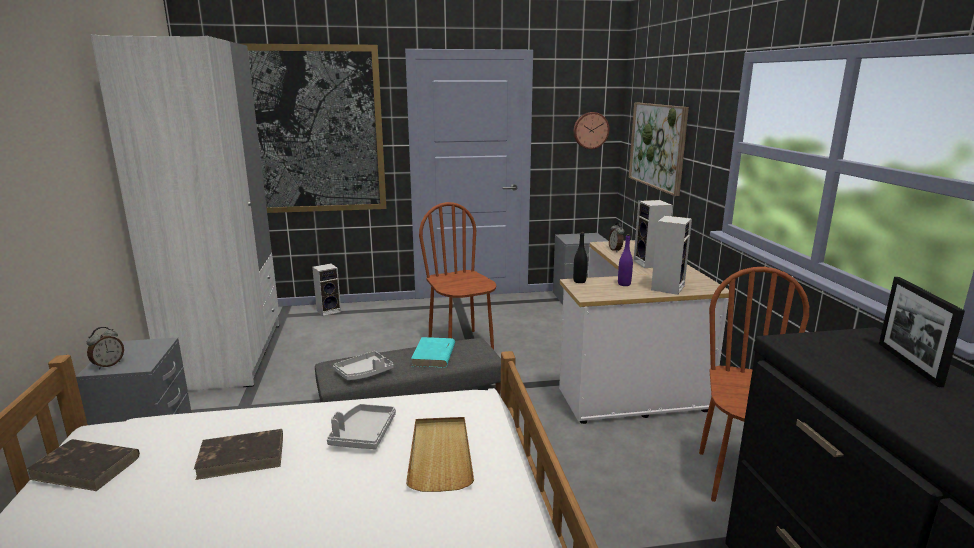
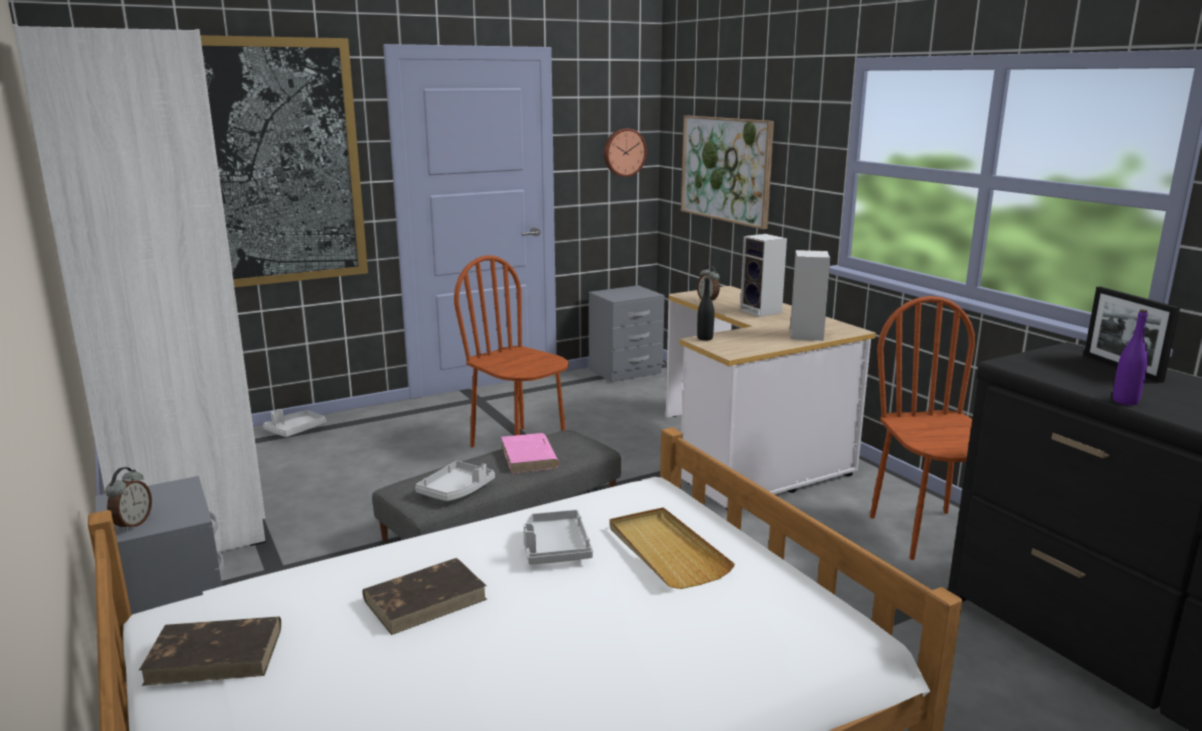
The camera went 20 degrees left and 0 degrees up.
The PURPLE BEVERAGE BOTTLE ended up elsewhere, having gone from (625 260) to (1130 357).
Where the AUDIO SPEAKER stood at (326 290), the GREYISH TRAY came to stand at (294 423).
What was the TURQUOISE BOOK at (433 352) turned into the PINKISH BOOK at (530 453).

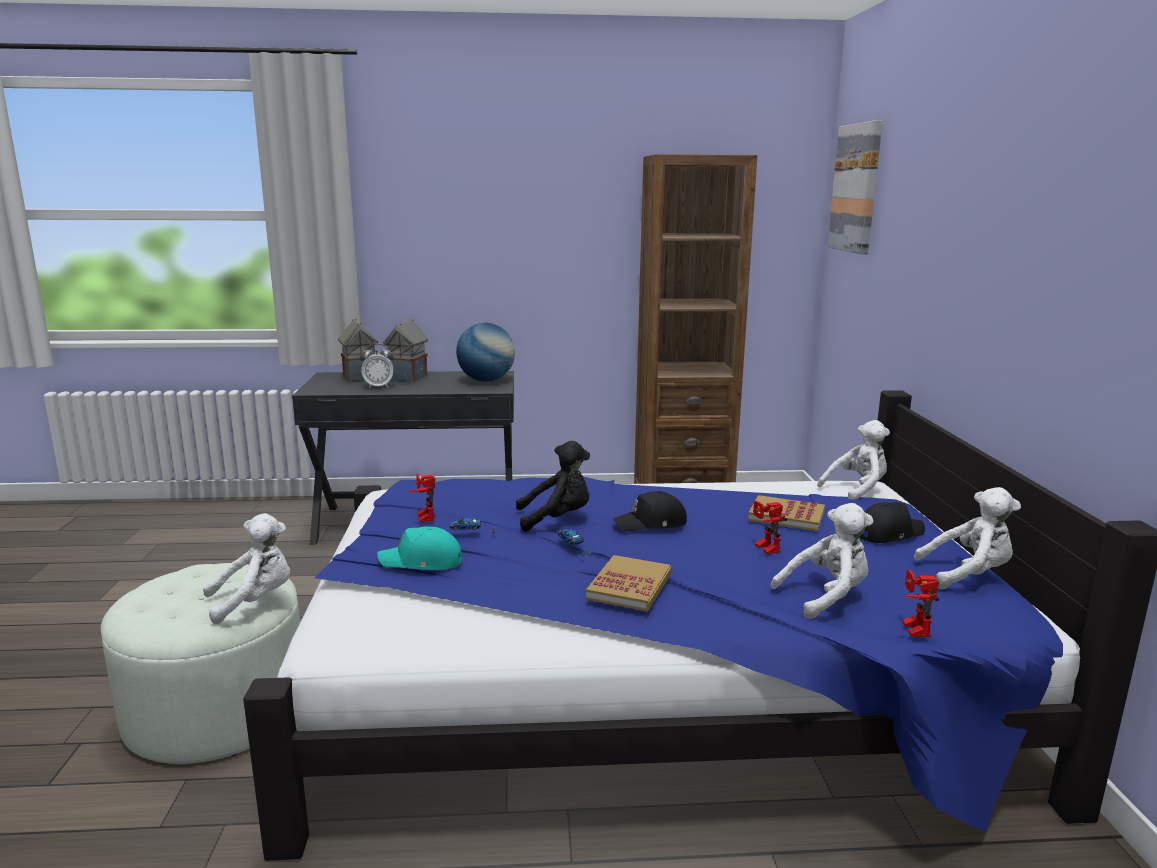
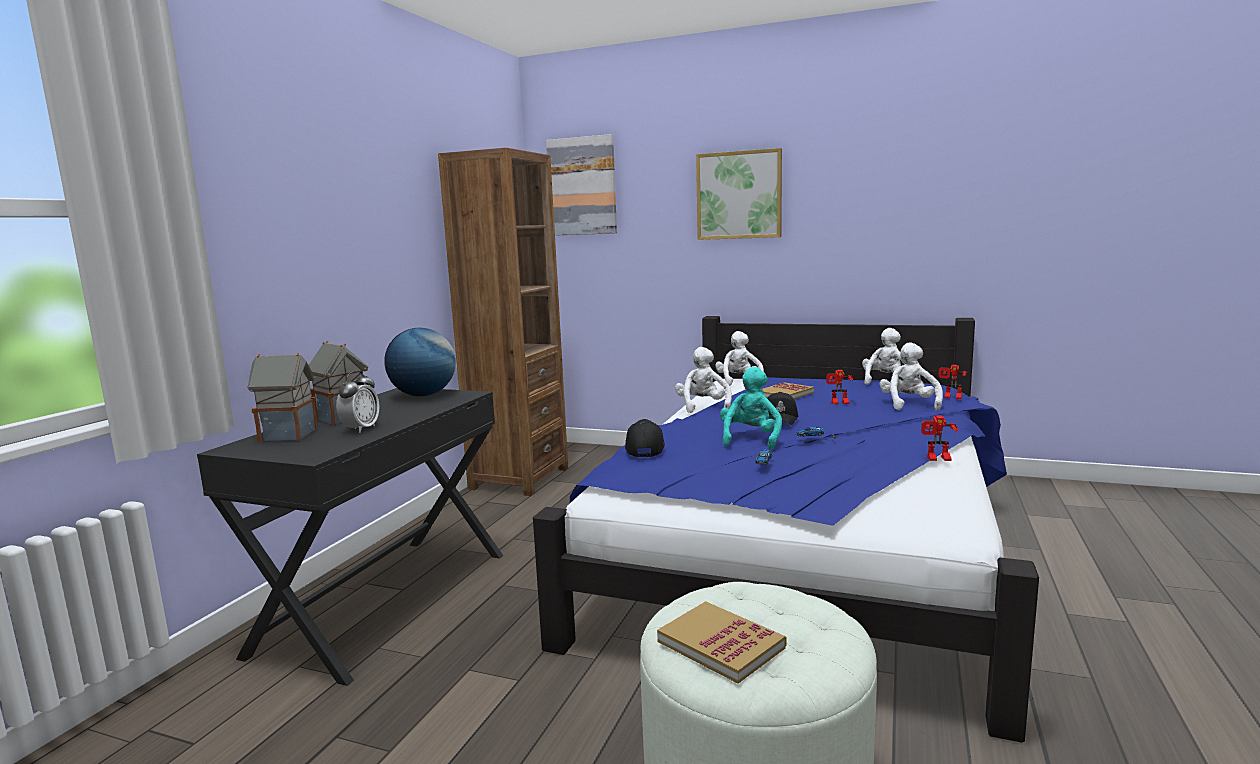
The camera went 65 degrees left and 5 degrees down.
The second view lost the TURQUOISE CAP at (420 548).
The second view gained the PICTURE at (739 194).
The WHITISH PLUSH TOY ended up elsewhere, having gone from (246 569) to (703 380).
The MODEL ROBOT ended up elsewhere, having gone from (422 497) to (939 438).
The BOOK ended up elsewhere, having gone from (629 583) to (721 642).
The BLACK CAP ended up elsewhere, having gone from (892 522) to (645 438).
What was the BLACK PLUSH TOY at (553 486) turned into the TURQUOISE PLUSH TOY at (751 408).

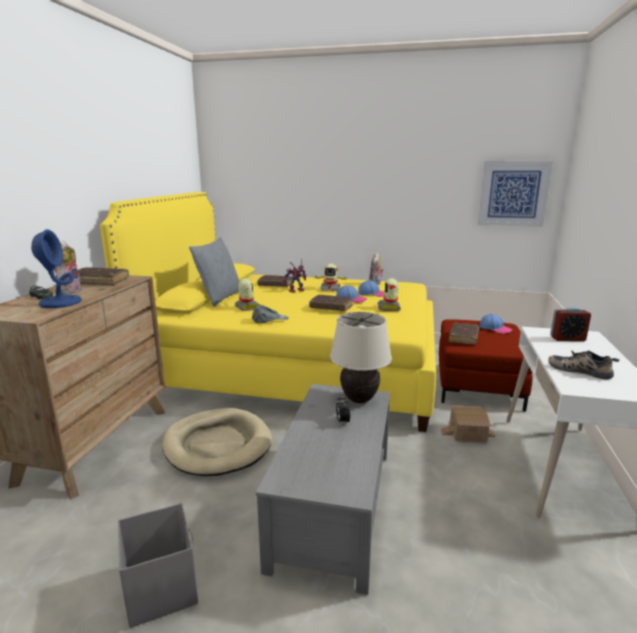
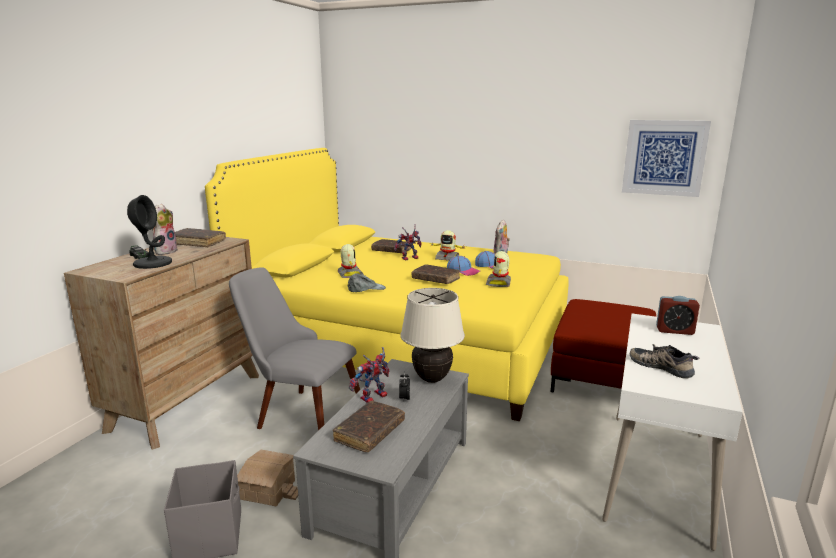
The camera went 10 degrees right and 0 degrees up.
The second view lost the GREYISH PILLOW at (214 272).
The second view lost the CAP at (496 324).
The second view gained the MODEL ROBOT at (369 375).
The MINIATURE HOUSE ended up elsewhere, having gone from (468 423) to (267 478).
The BROWNISH BOOK ended up elsewhere, having gone from (464 333) to (369 426).
Where the BEIGE PET BED stood at (217 442), the GREYISH PLAIN CHAIR came to stand at (294 349).
What was the BLUE-COLOURED TABLE LAMP at (56 268) turned into the BLACK TABLE LAMP at (149 232).

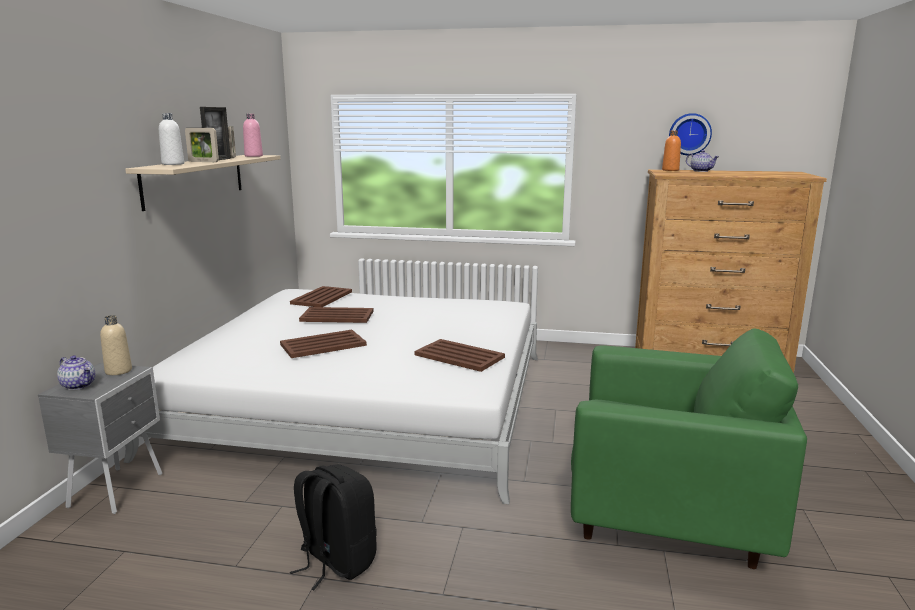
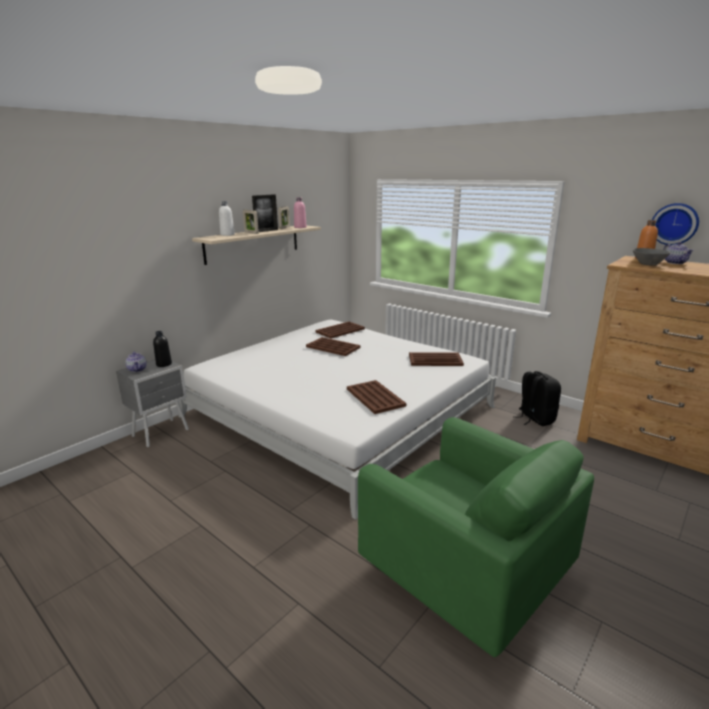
The camera went 30 degrees right and 5 degrees up.
The second view gained the GREYISH BOWL at (651 257).
The BROWNISH TRAY ended up elsewhere, having gone from (323 344) to (436 359).
The BLACK KNAPSACK ended up elsewhere, having gone from (333 527) to (537 398).
What was the BEIGE BEVERAGE BOTTLE at (116 345) turned into the BLACK BEVERAGE BOTTLE at (162 349).

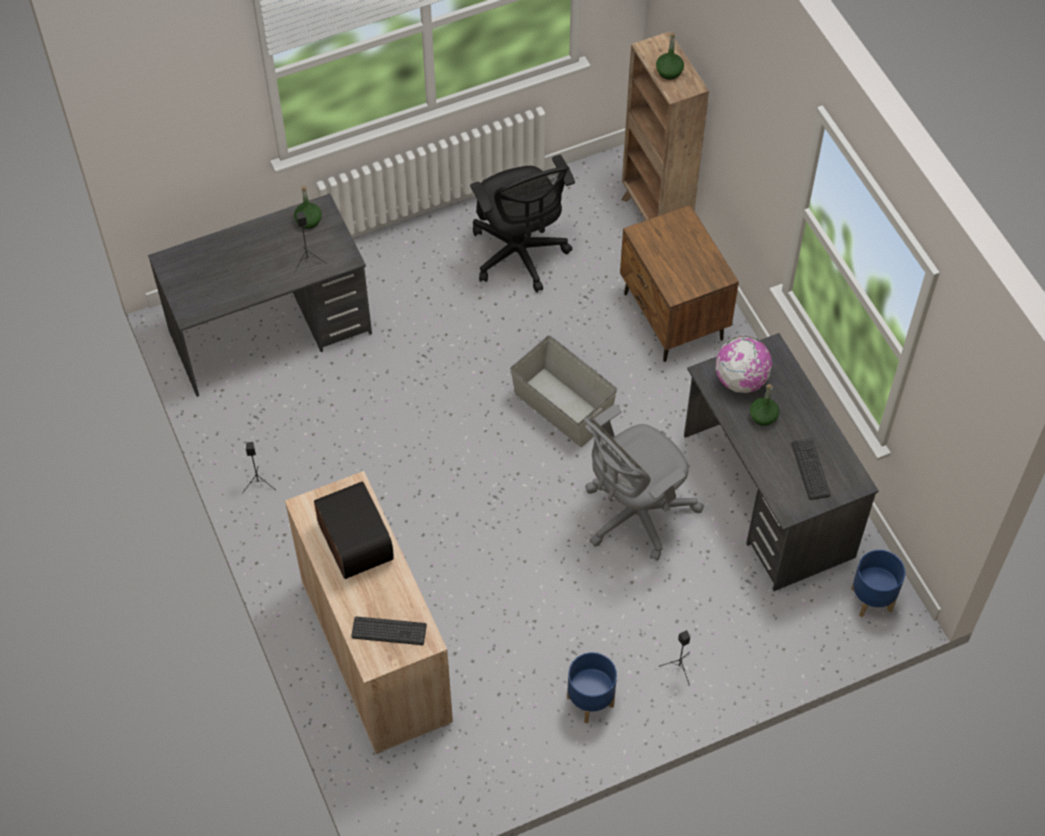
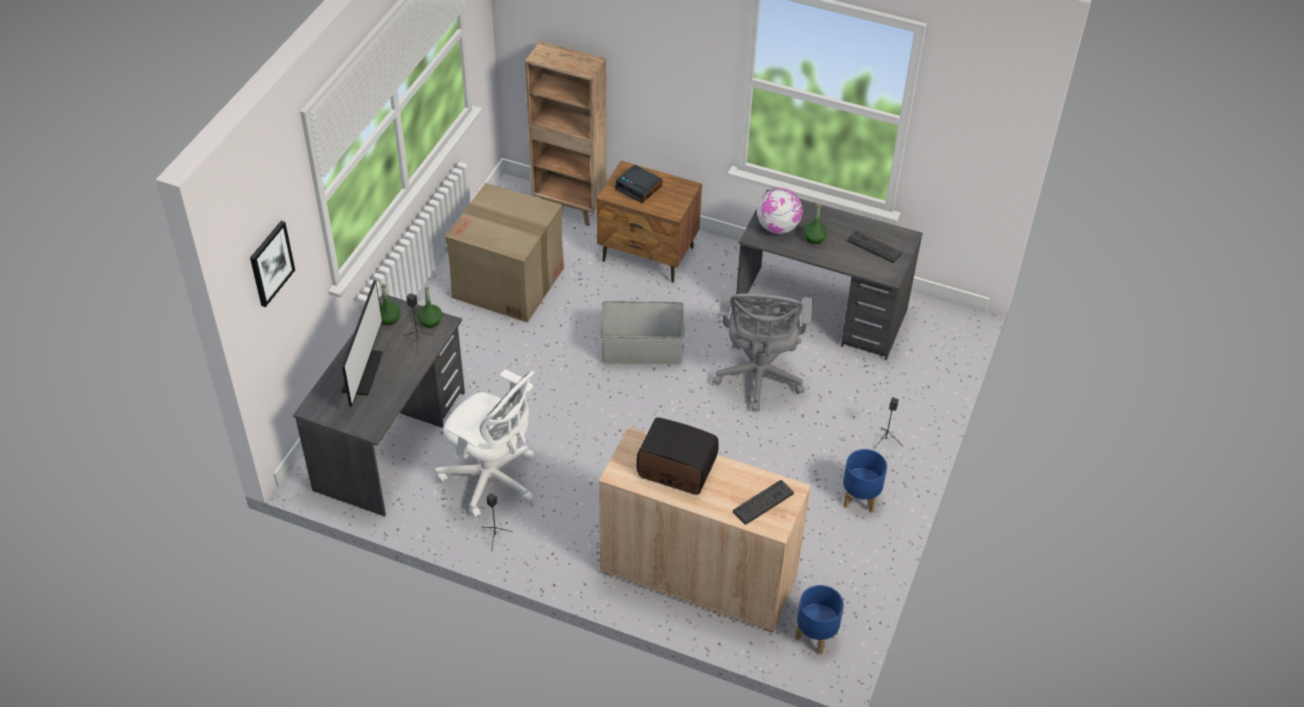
The camera went 45 degrees left and 10 degrees down.
The second view gained the PICTURE at (272 264).
The second view gained the COMPUTER DISPLAY at (362 343).
The second view gained the WHITISH DESK CHAIR at (485 443).
The second view gained the BEDSIDE CLOCK at (638 184).
The GREEN-COLOURED BEVERAGE BOTTLE ended up elsewhere, having gone from (670 56) to (429 307).
The BLUE-COLOURED PLANTER ended up elsewhere, having gone from (878 583) to (819 619).
Where the BLACK DESK CHAIR stood at (522 223), the PACKING BOX came to stand at (504 253).

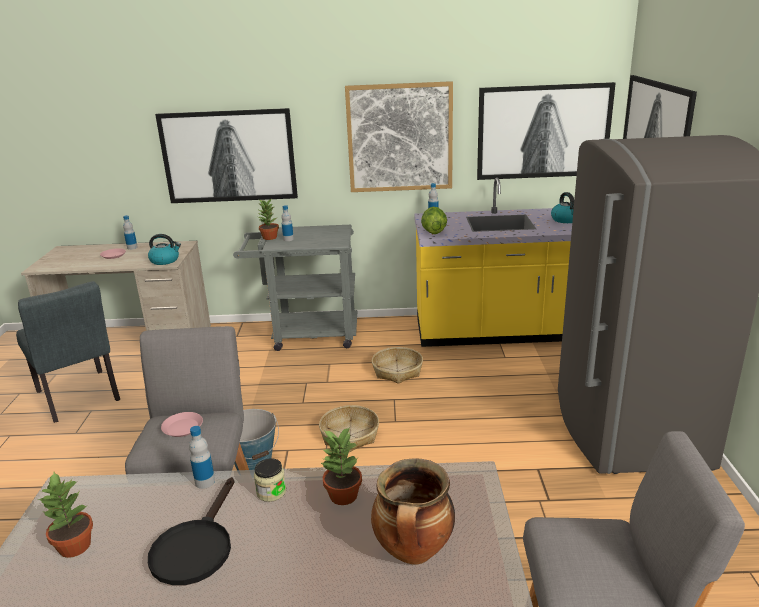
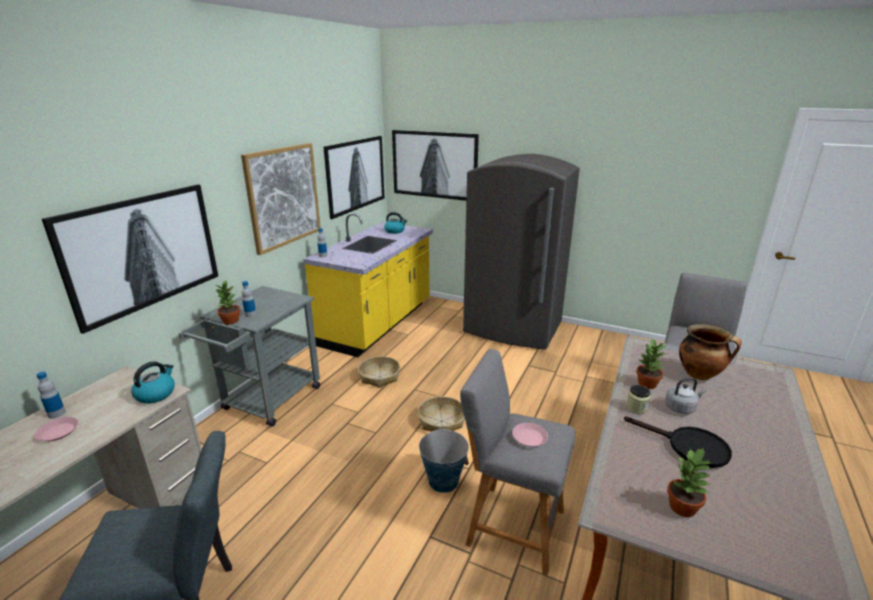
The camera went 65 degrees left and 0 degrees up.
The second view lost the BEVERAGE BOTTLE at (202 457).
The second view lost the LETTUCE HEAD at (434 220).
The second view gained the GREYISH KETTLE at (685 396).

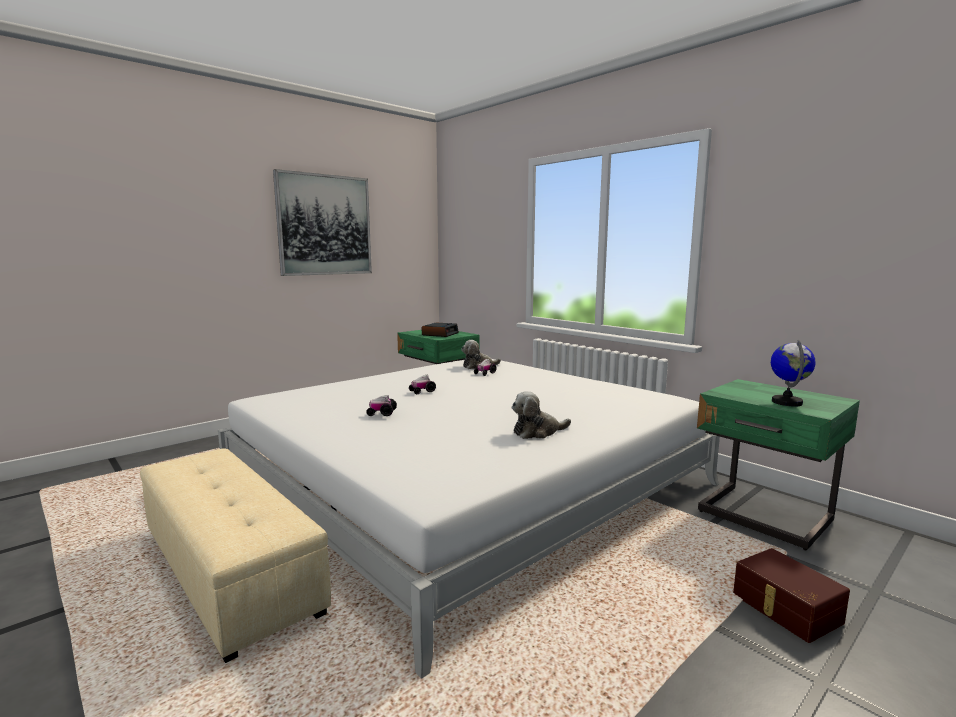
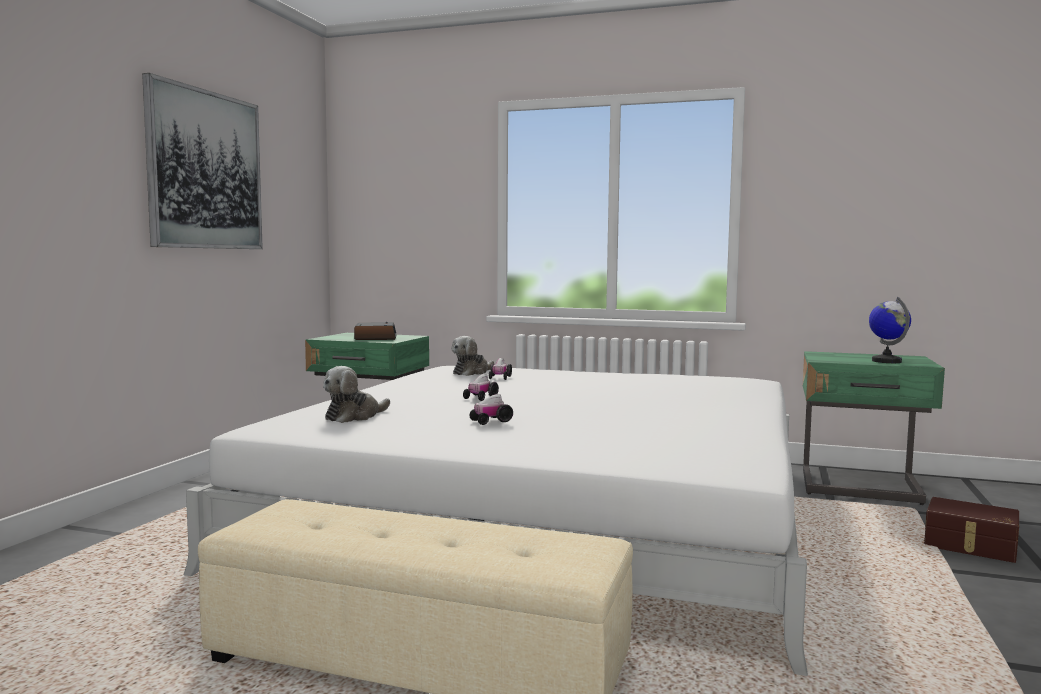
The camera went 30 degrees left and 5 degrees down.
The PLUSH TOY ended up elsewhere, having gone from (541 415) to (356 394).

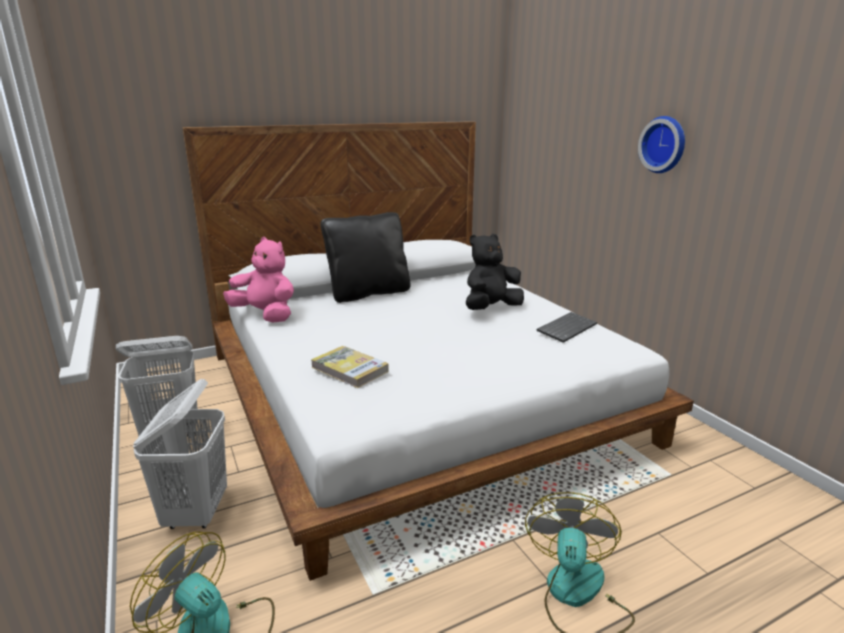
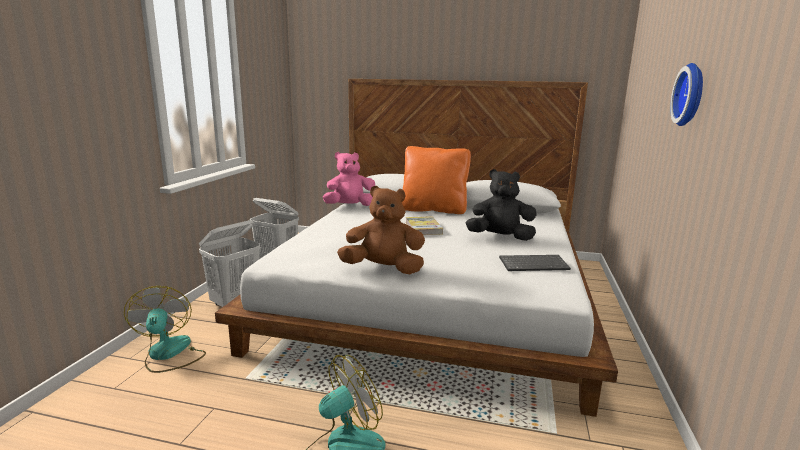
The camera went 40 degrees right and 5 degrees down.
The second view gained the BROWNISH PLUSH TOY at (381 230).
The BOOK ended up elsewhere, having gone from (350 367) to (424 225).
What was the BLACK PILLOW at (365 257) turned into the ORANGE PILLOW at (436 180).
The PINKISH PLUSH TOY at (258 280) ended up facing another way, 90 degrees counterclockwise from before.

